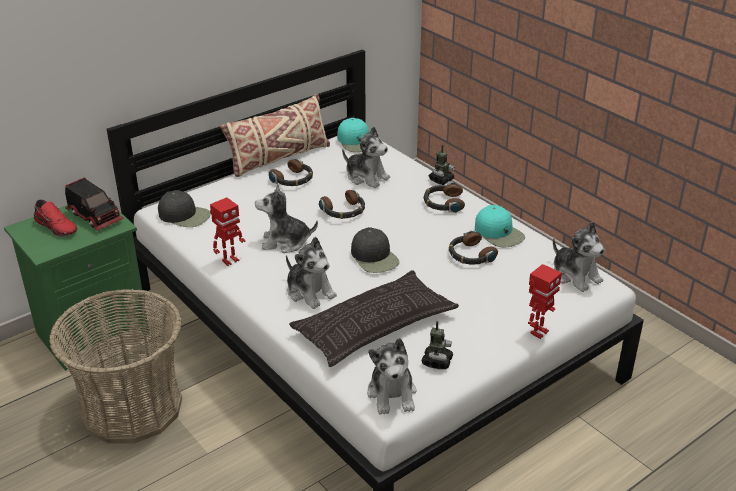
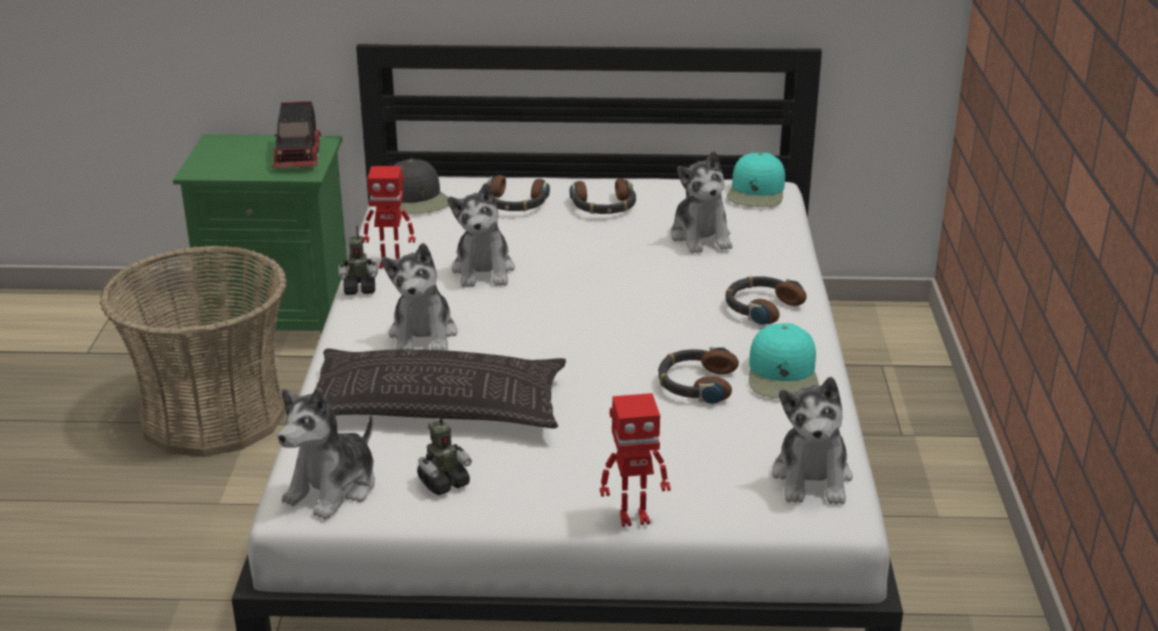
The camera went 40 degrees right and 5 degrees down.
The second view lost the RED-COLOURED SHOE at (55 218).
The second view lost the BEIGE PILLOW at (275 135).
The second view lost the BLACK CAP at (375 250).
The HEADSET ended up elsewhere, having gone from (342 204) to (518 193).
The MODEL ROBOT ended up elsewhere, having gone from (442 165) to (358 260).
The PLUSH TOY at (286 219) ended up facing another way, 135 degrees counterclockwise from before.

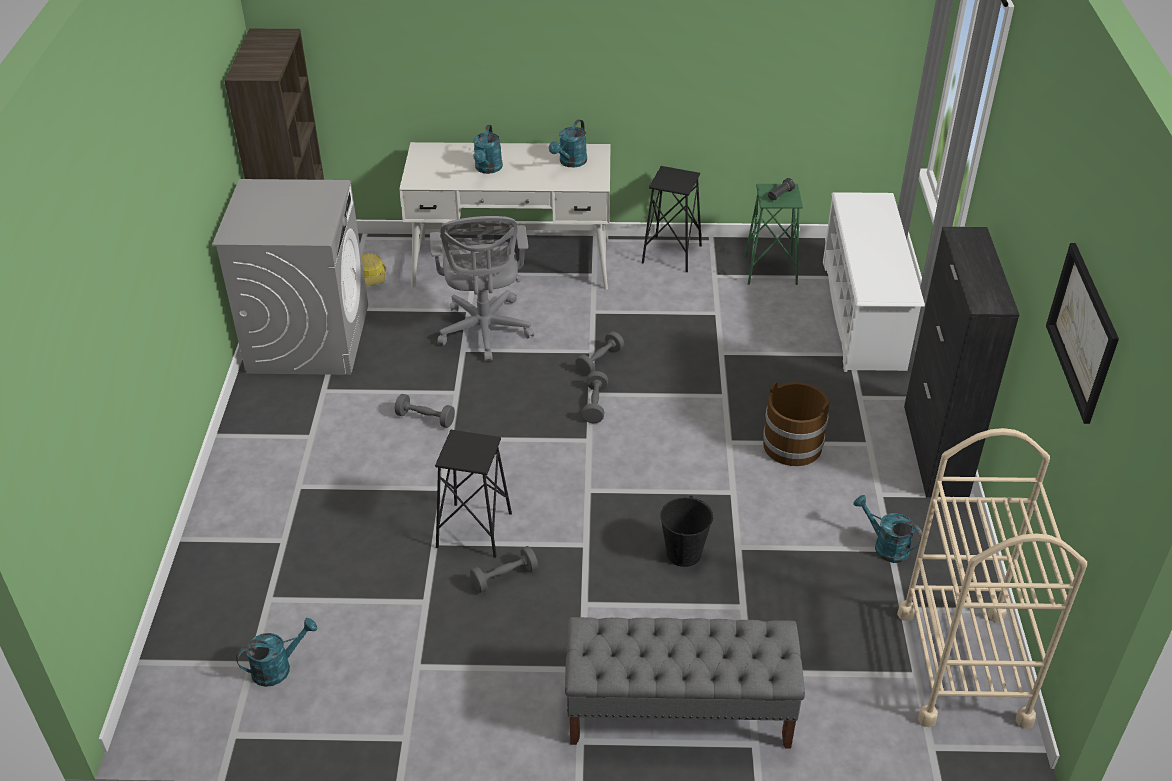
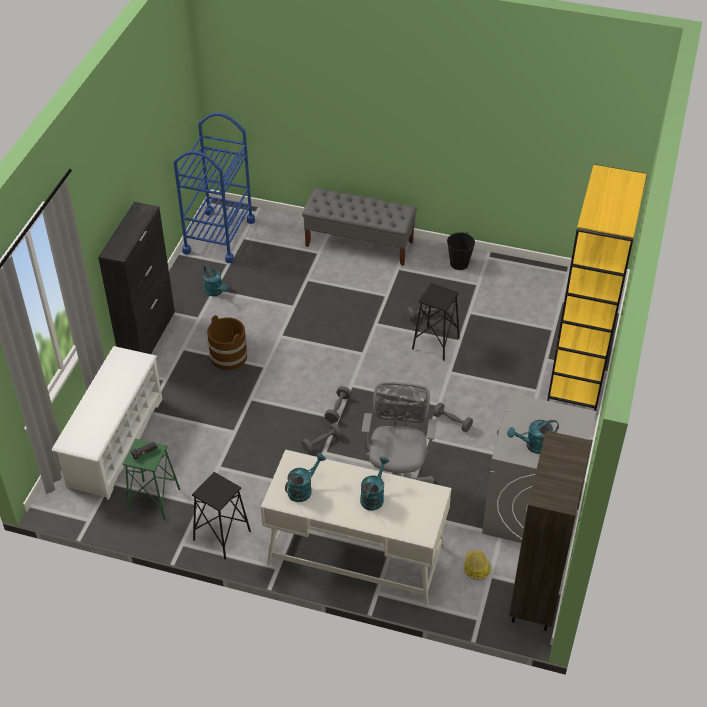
The camera went 165 degrees left and 5 degrees up.
The second view lost the PICTURE at (1082 333).
The second view gained the YELLOW BOOKSHELF at (597 287).
The TURQUOISE WATERING CAN ended up elsewhere, having gone from (276 652) to (533 437).
The BLACK PAIL ended up elsewhere, having gone from (686 531) to (461 251).
What was the BEIGE CART at (992 578) turned into the BLUE-COLOURED CART at (214 188).

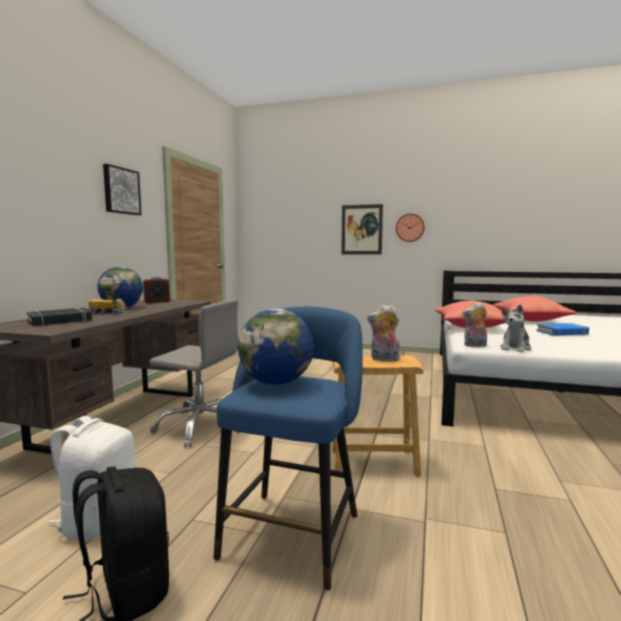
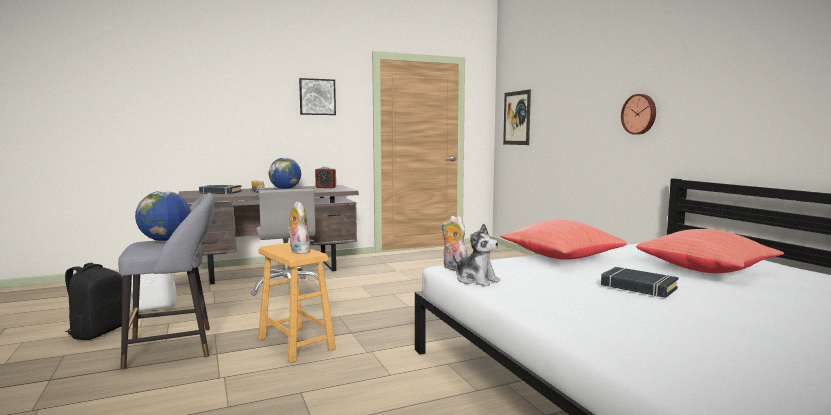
The camera went 50 degrees right and 0 degrees up.
The PICTURE ended up elsewhere, having gone from (362 229) to (517 117).
What was the BLUE-COLOURED STOOL SEAT at (288 448) turned into the GREYISH STOOL SEAT at (166 281).
What was the BLUE-COLOURED BOOK at (563 329) turned into the BLACK BOOK at (639 282).
The PLUSH TOY at (515 328) ended up facing another way, 135 degrees counterclockwise from before.

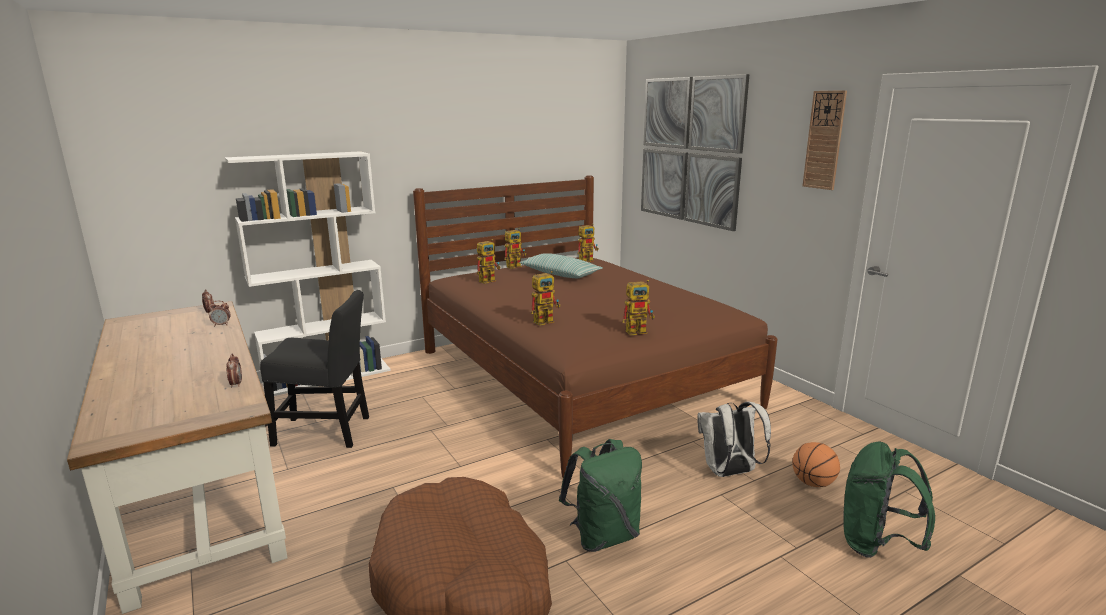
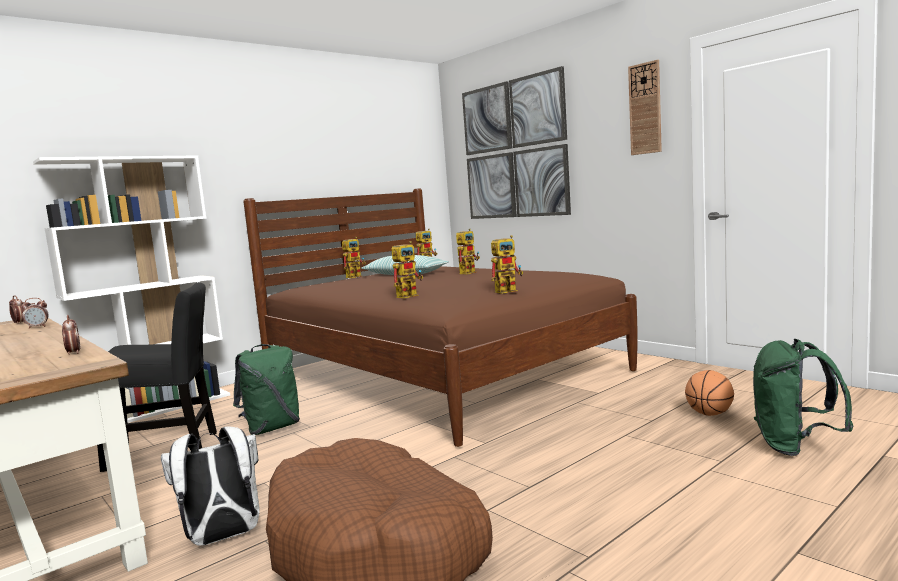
The camera went 10 degrees left and 10 degrees down.
The MODEL ROBOT ended up elsewhere, having gone from (488 261) to (468 251).
The GREEN-COLOURED KNAPSACK ended up elsewhere, having gone from (600 495) to (266 389).
The WHITISH KNAPSACK ended up elsewhere, having gone from (734 439) to (210 486).

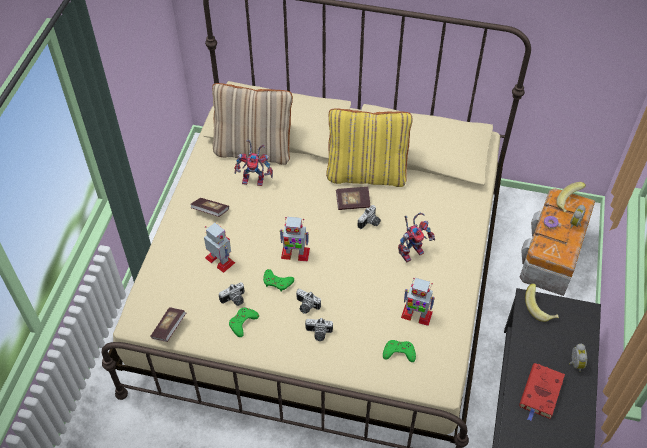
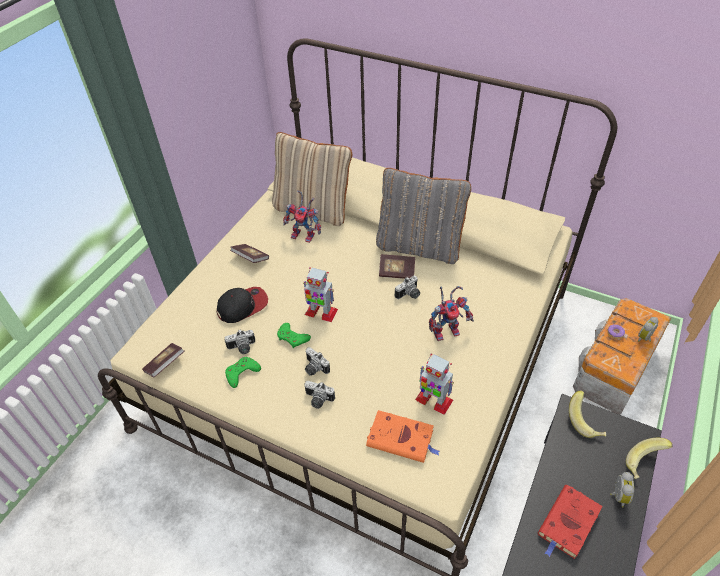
The camera went 15 degrees right and 5 degrees down.
The BANANA FRUIT ended up elsewhere, having gone from (571 197) to (649 458).
Where the MODEL ROBOT stood at (219 248), the CAP came to stand at (242 305).
Where the GREEN-COLOURED GAME CONTROLLER stood at (399 351), the ORANGE BOOK came to stand at (403 436).
What was the YELLOW PILLOW at (369 147) turned into the GREYISH PILLOW at (423 216).

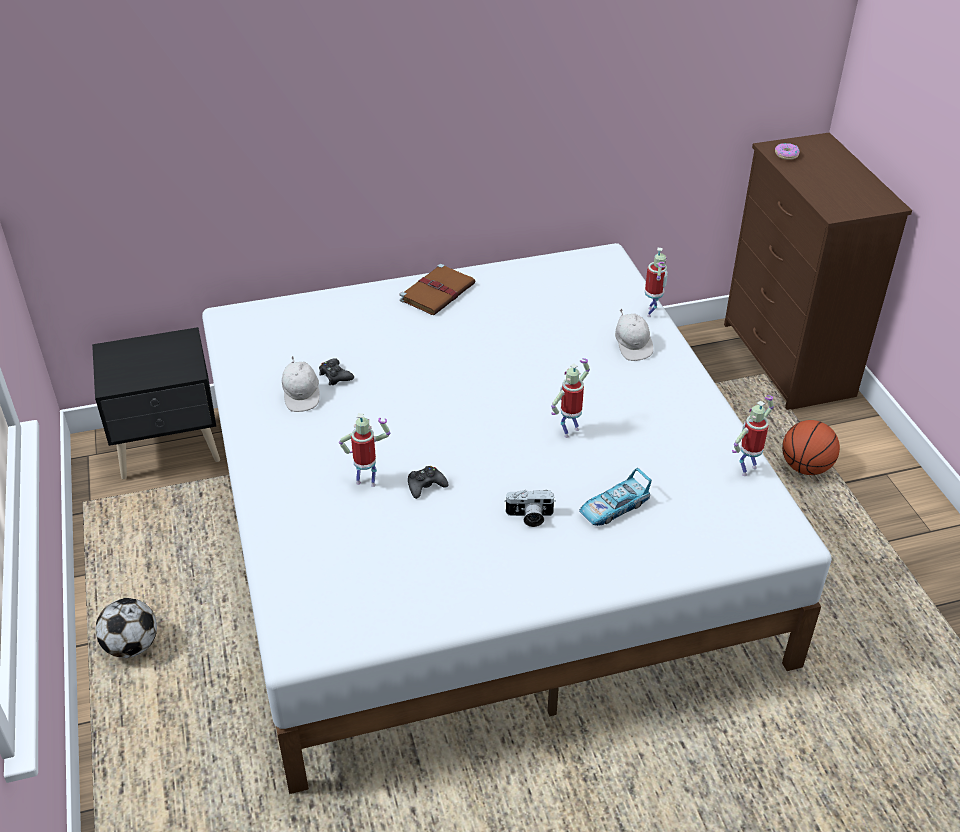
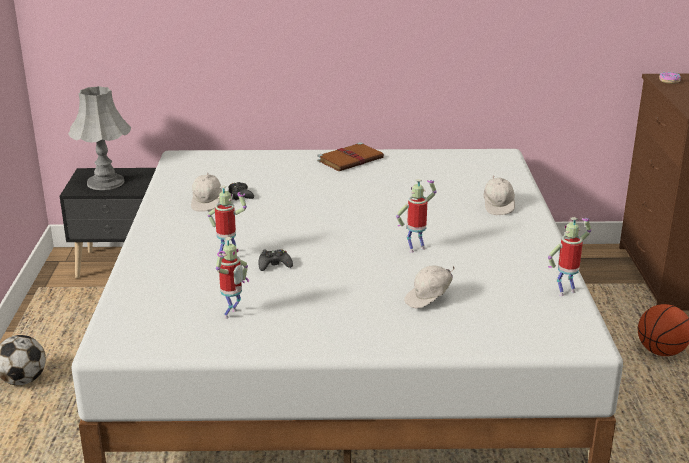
The camera went 15 degrees right and 15 degrees down.
The second view lost the PHOTO CAMERA at (530 508).
The second view gained the GREYISH TABLE LAMP at (99 138).
The MODEL ROBOT ended up elsewhere, having gone from (656 282) to (232 278).
Where the TOY CAR stood at (615 497), the WHITISH CAP came to stand at (429 287).

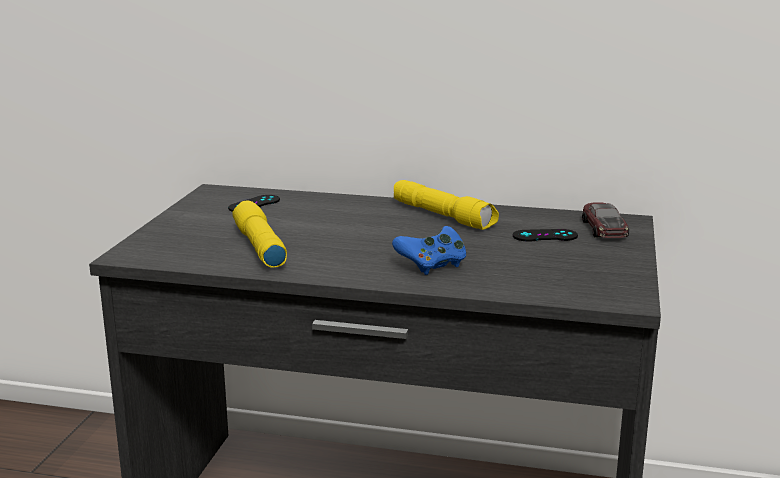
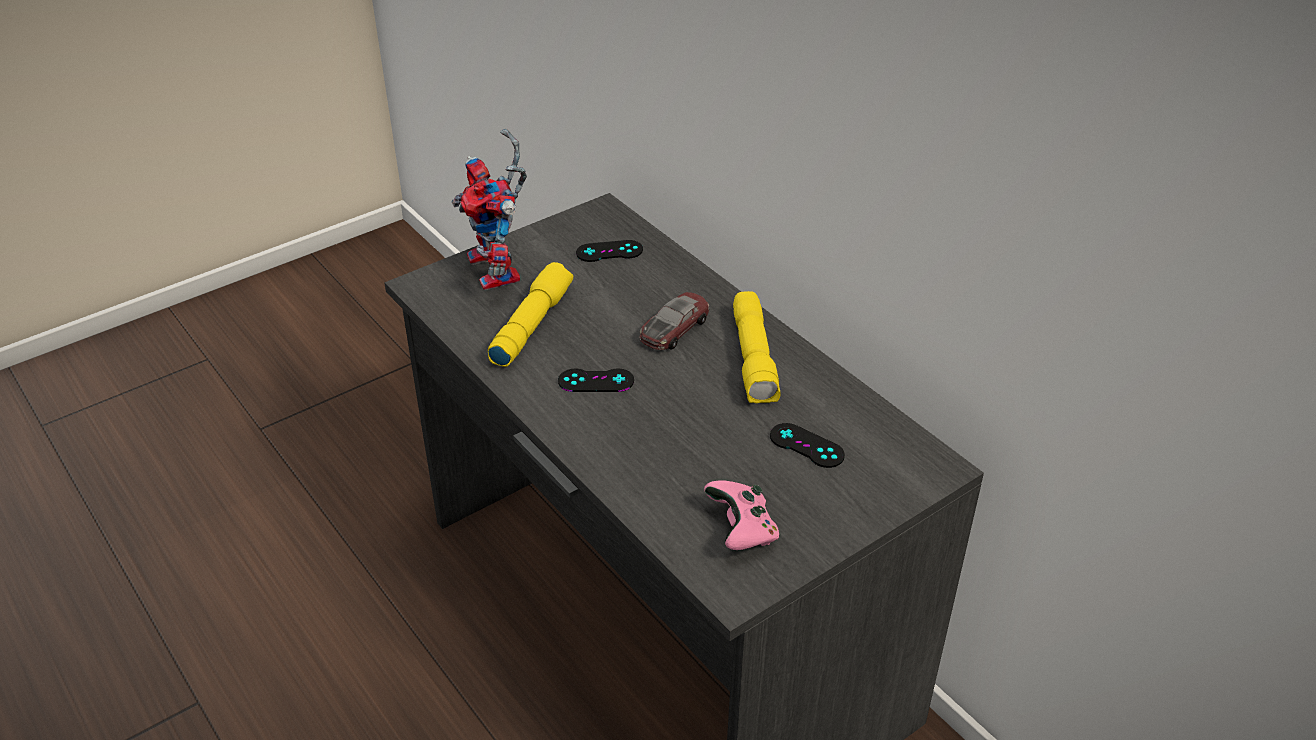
The camera went 40 degrees right and 20 degrees up.
The second view lost the BLUE-COLOURED GAME CONTROLLER at (429 250).
The second view gained the MODEL ROBOT at (489 209).
The second view gained the BLACK GAME CONTROLLER at (596 380).
The second view gained the PINKISH GAME CONTROLLER at (741 515).
The TOY CAR ended up elsewhere, having gone from (605 220) to (674 321).

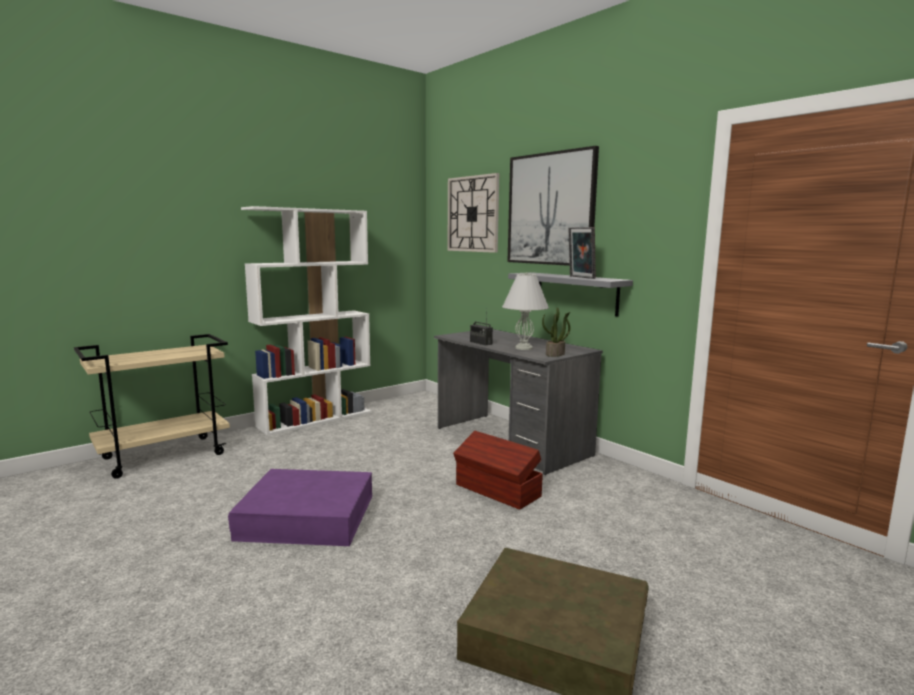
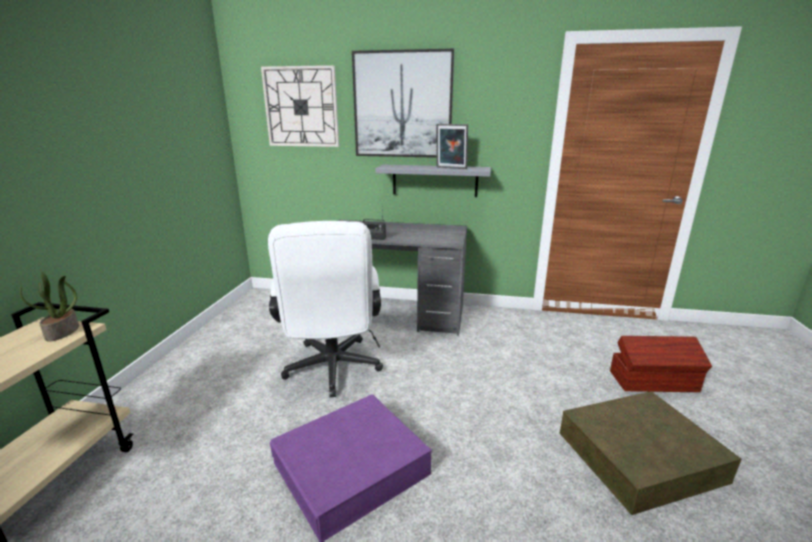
The camera went 40 degrees left and 10 degrees up.
The second view lost the WHITISH BOOKSHELF at (306 321).
The second view lost the WHITISH TABLE LAMP at (525 311).
The second view gained the WHITISH DESK CHAIR at (325 309).
The BROWNISH STORAGE BOX ended up elsewhere, having gone from (498 470) to (661 364).
The HOUSEPLANT ended up elsewhere, having gone from (556 332) to (49 307).

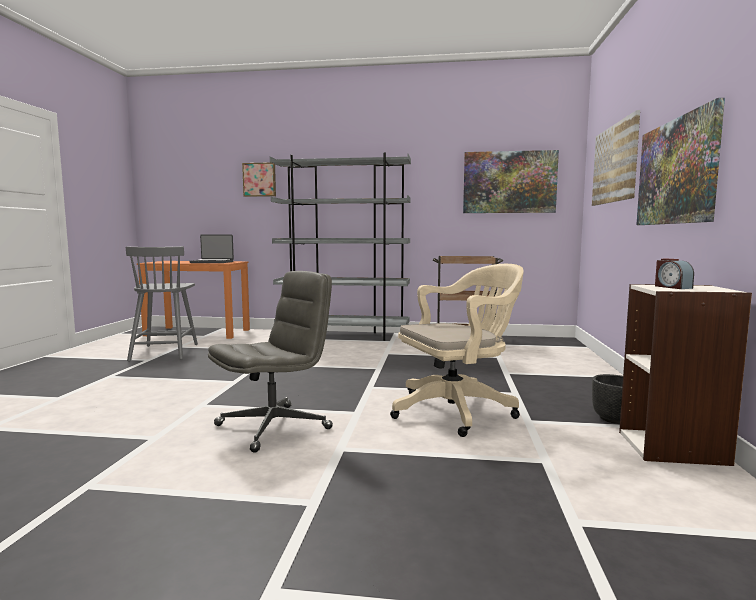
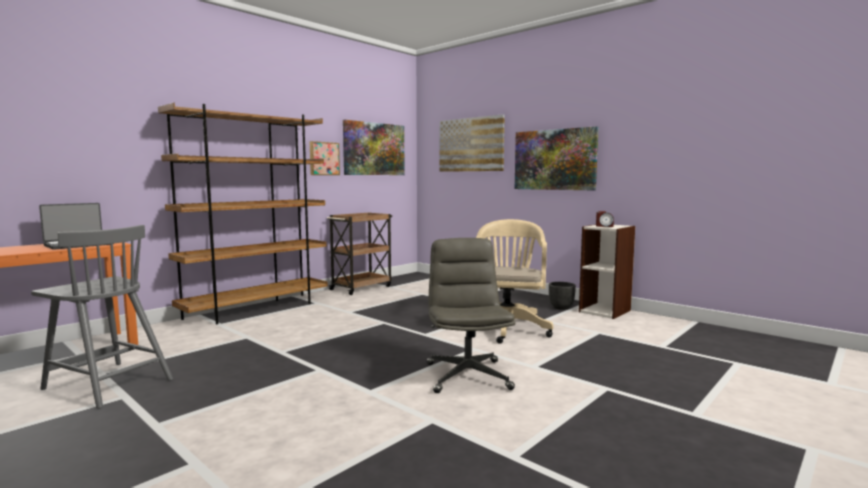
The camera went 55 degrees left and 0 degrees up.
The PICTURE ended up elsewhere, having gone from (259 179) to (325 158).
What was the GREYISH BOOKSHELF at (340 247) turned into the BROWNISH BOOKSHELF at (243 213).

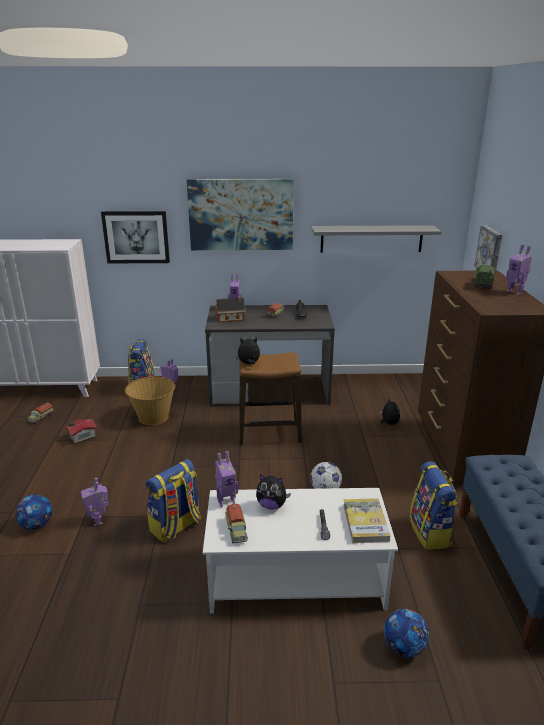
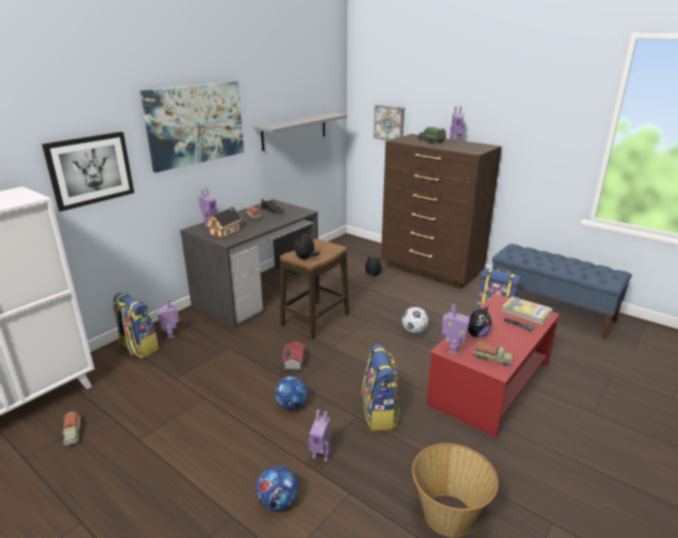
The camera went 50 degrees left and 0 degrees up.
The MINIATURE HOUSE ended up elsewhere, having gone from (81 431) to (293 356).
The STORAGE BASKET ended up elsewhere, having gone from (150 400) to (455 490).
The FOOTBALL BALL ended up elsewhere, having gone from (406 633) to (291 393).
What was the WHITISH LOW TABLE at (300 551) turned into the RED-COLOURED LOW TABLE at (493 366).

